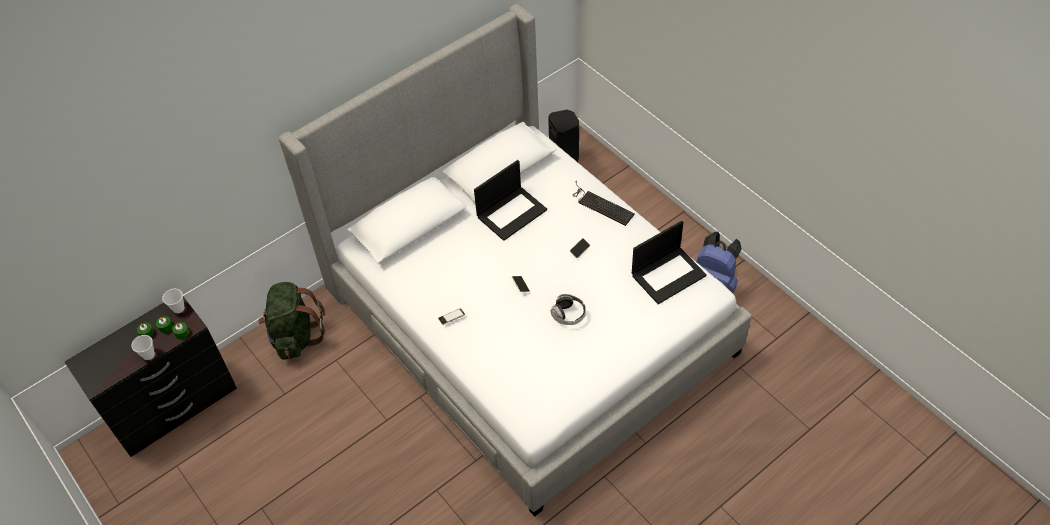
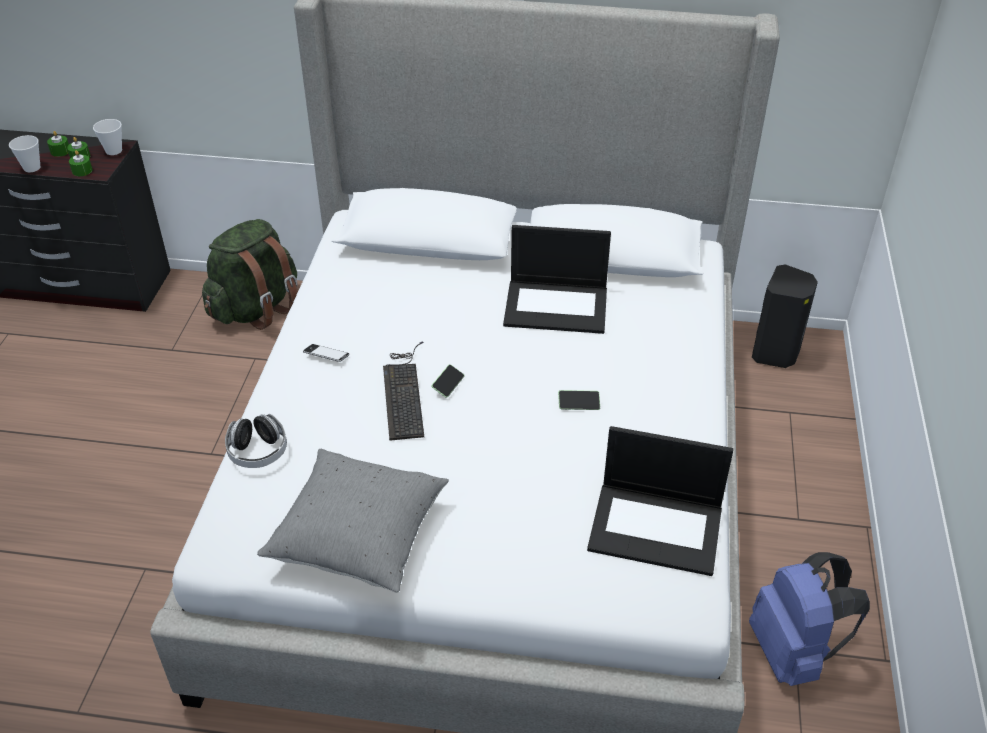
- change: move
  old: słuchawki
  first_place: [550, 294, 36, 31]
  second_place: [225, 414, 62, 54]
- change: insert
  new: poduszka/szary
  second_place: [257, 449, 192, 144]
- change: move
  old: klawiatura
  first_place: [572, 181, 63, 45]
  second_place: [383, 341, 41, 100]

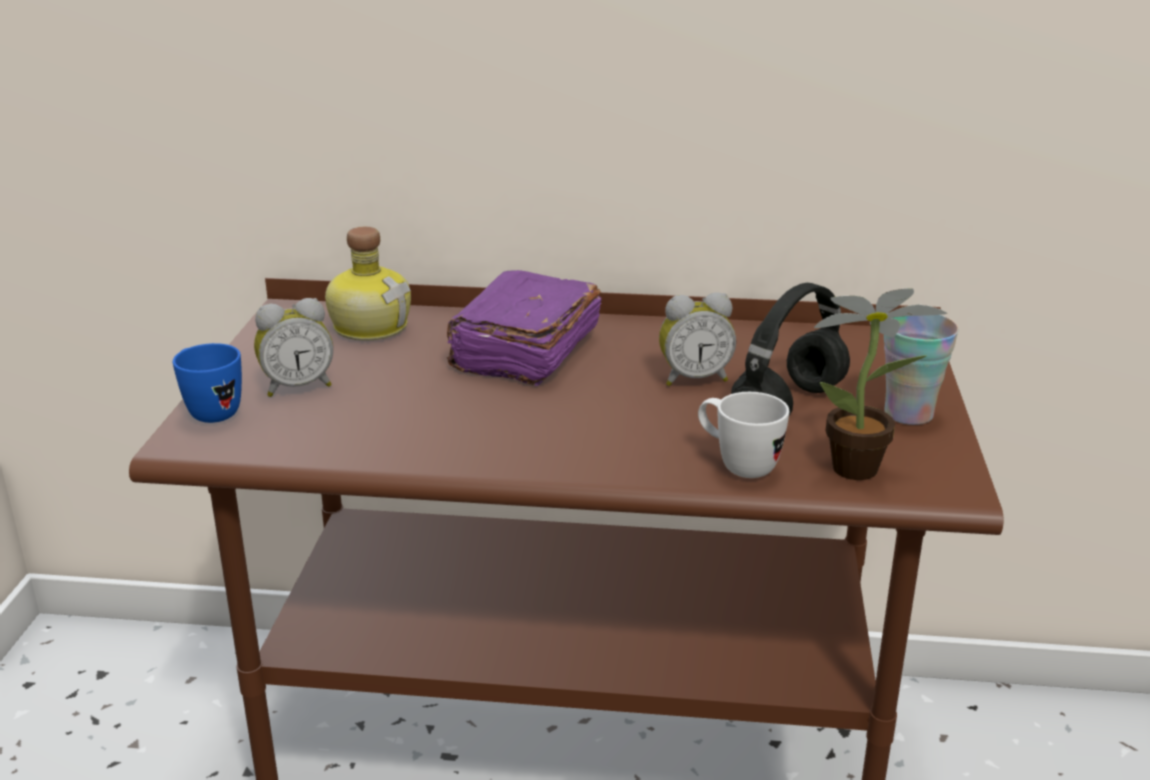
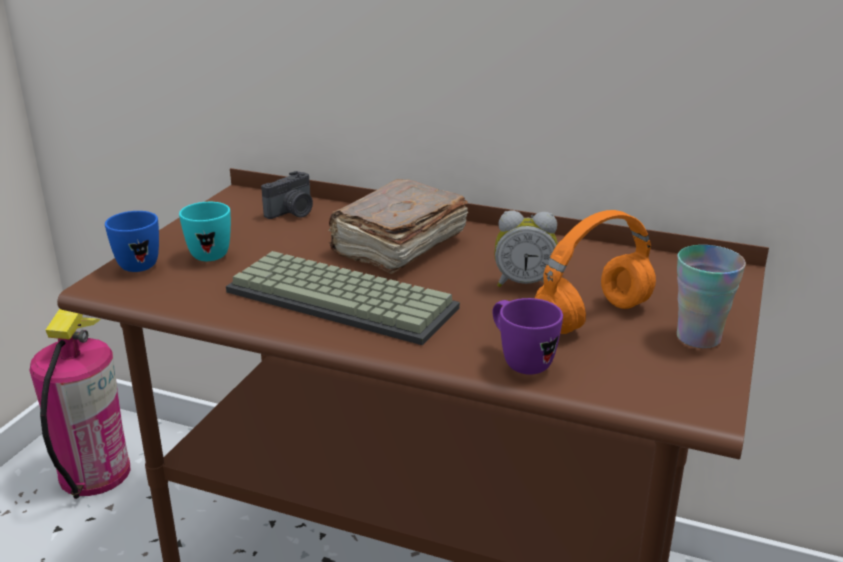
- change: insert
  new: gaśnica
  second_place: [29, 309, 101, 190]
- change: replace
  old: budzik
  new: kubek/turkusowy
  first_place: [254, 298, 79, 99]
  second_place: [179, 202, 52, 59]
- change: insert
  new: klawiatura
  second_place: [226, 251, 234, 94]
- change: replace
  old: butelka
  new: aparat fotograficzny
  first_place: [325, 227, 86, 114]
  second_place: [261, 171, 52, 48]
- change: recolor
  old: książka/fioletowy
  new: książka/brązowy
  first_place: [447, 270, 155, 116]
  second_place: [328, 179, 140, 95]
- change: recolor
  old: kubek/biały
  new: kubek/fioletowy
  first_place: [698, 392, 91, 86]
  second_place: [492, 298, 71, 77]
- change: recolor
  old: słuchawki/czarny
  new: słuchawki/pomarańczowy
  first_place: [731, 283, 119, 133]
  second_place: [535, 210, 121, 124]
- change: delete
  old: roślina doniczkowa
  first_place: [814, 288, 134, 192]

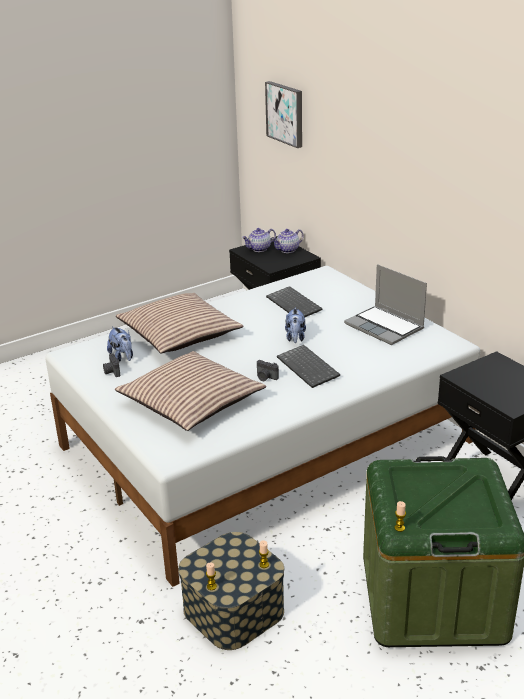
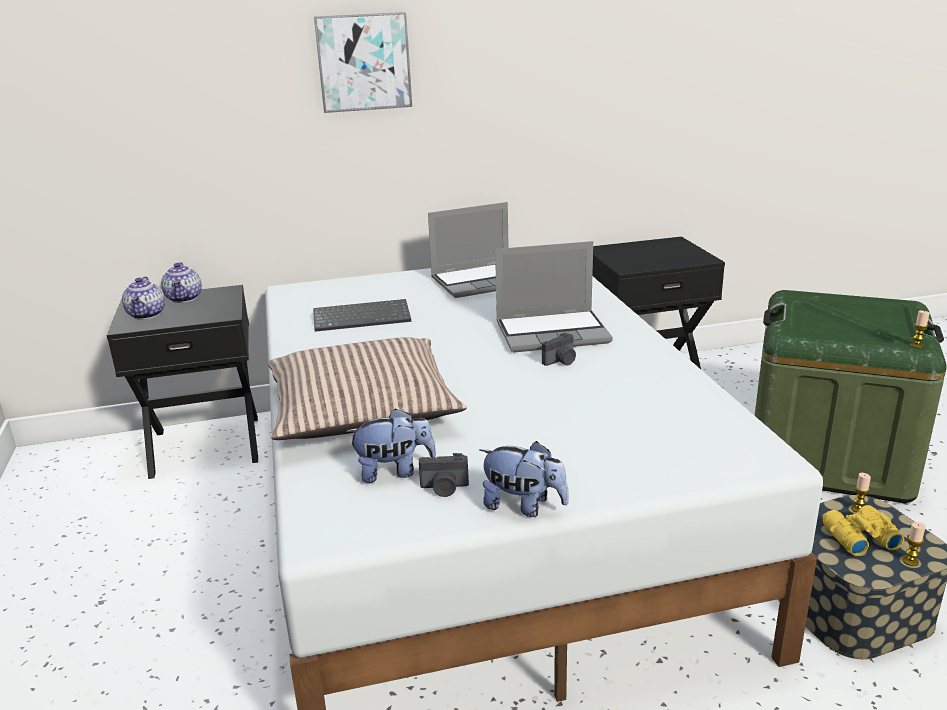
- change: move
  old: obraz
  first_place: [265, 81, 37, 67]
  second_place: [314, 12, 98, 101]
- change: move
  old: pluszak
  first_place: [285, 307, 21, 36]
  second_place: [480, 441, 89, 76]
- change: replace
  old: klawiatura
  new: laptop
  first_place: [277, 345, 63, 43]
  second_place: [495, 241, 118, 111]
- change: insert
  new: lornetka/żółty
  second_place: [822, 505, 82, 51]
- change: delete
  old: poduszka
  first_place: [115, 351, 151, 80]

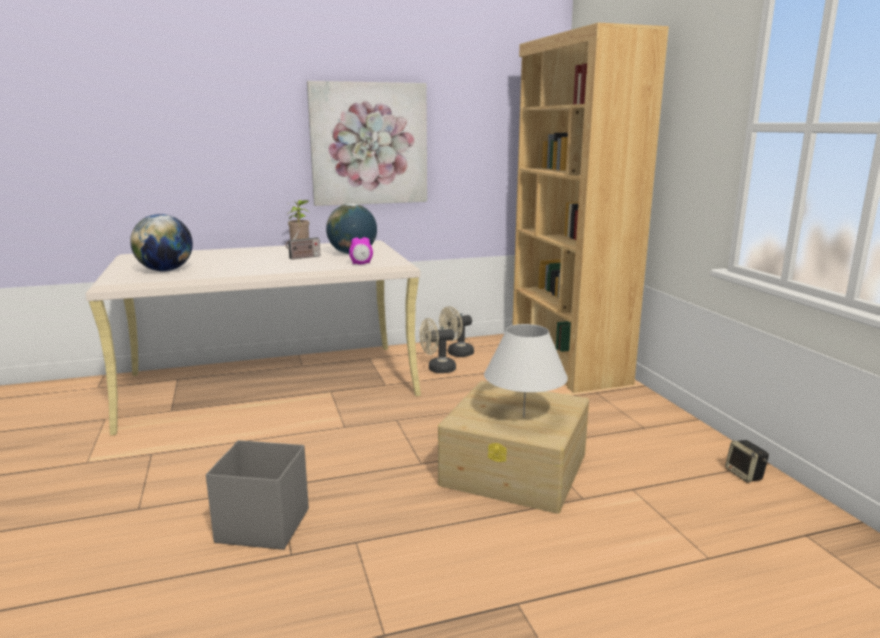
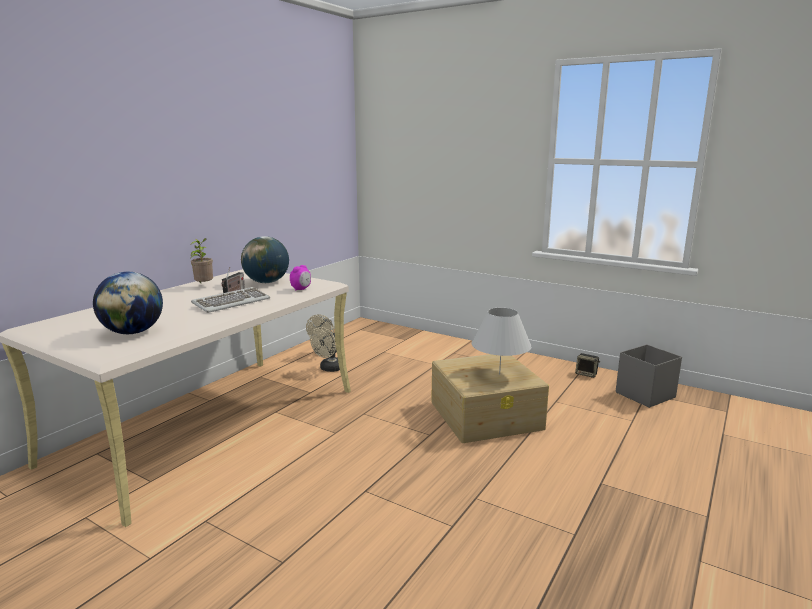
- change: insert
  new: klawiatura
  second_place: [191, 287, 79, 26]
- change: move
  old: pojemnik do przechowywania/szary
  first_place: [206, 440, 103, 110]
  second_place: [616, 344, 66, 64]
- change: delete
  old: obraz
  first_place: [307, 81, 120, 125]
- change: delete
  old: regał/brązowy
  first_place: [512, 23, 157, 370]

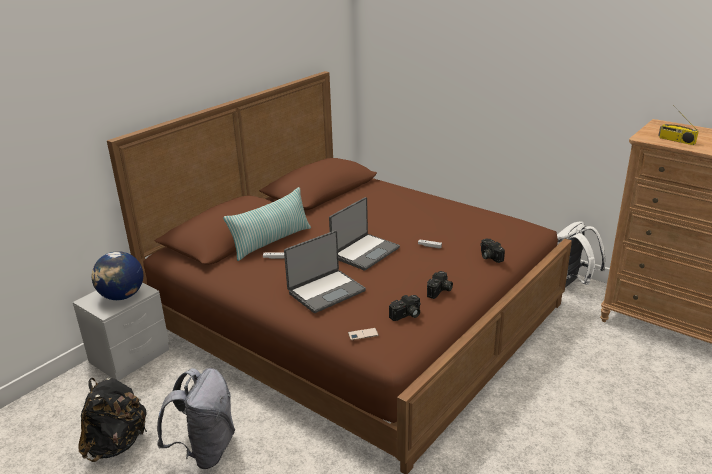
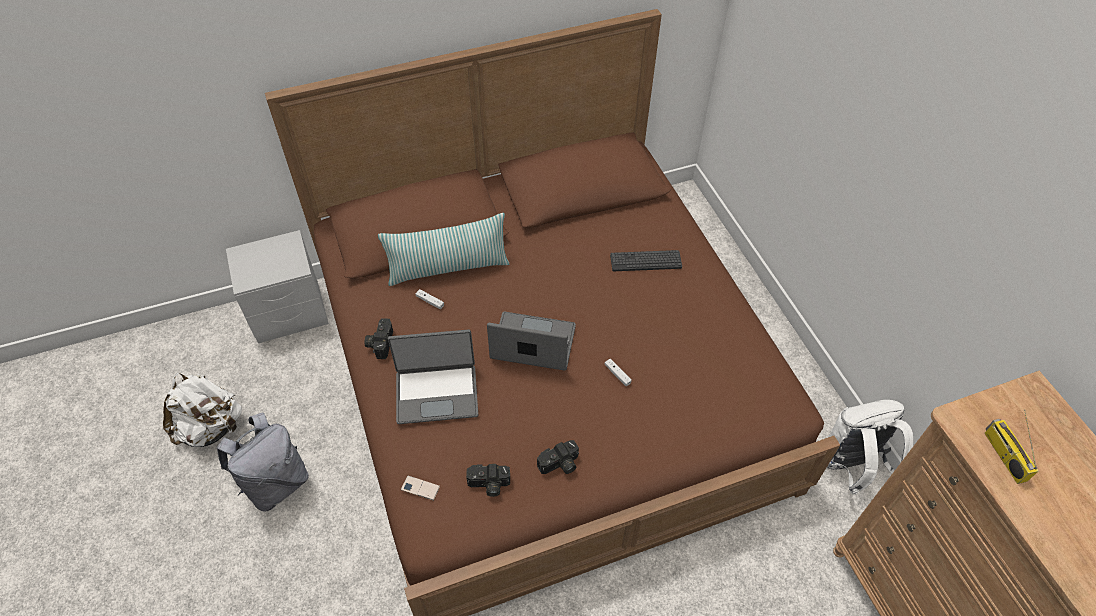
- change: recolor
  old: plecak/czarny
  new: plecak/biały
  first_place: [78, 378, 69, 84]
  second_place: [163, 373, 79, 74]
- change: move
  old: aparat fotograficzny
  first_place: [480, 238, 25, 25]
  second_place: [365, 318, 28, 41]
- change: rotate
  old: laptop
  first_place: [329, 197, 71, 74]
  second_place: [487, 312, 89, 59]
  degrees: -150
- change: insert
  new: klawiatura
  second_place: [610, 250, 72, 21]
- change: delete
  old: globus
  first_place: [91, 251, 52, 49]

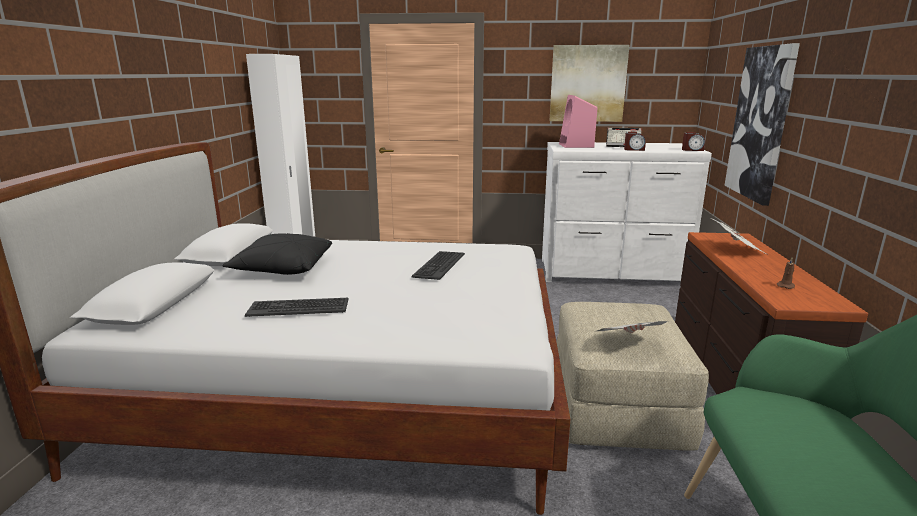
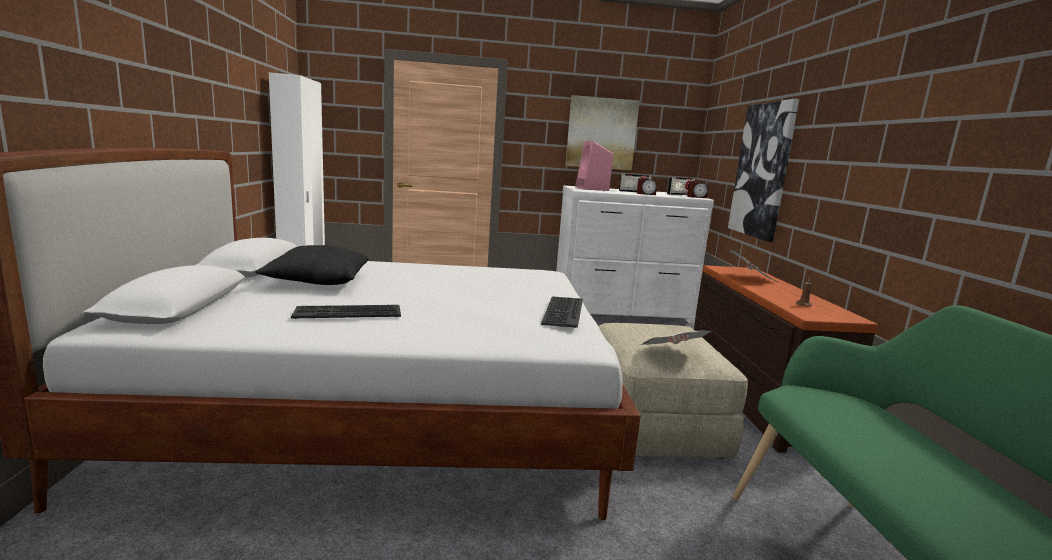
- change: move
  old: klawiatura
  first_place: [412, 251, 53, 29]
  second_place: [541, 297, 42, 31]
- change: insert
  new: radio
  second_place: [667, 177, 28, 18]

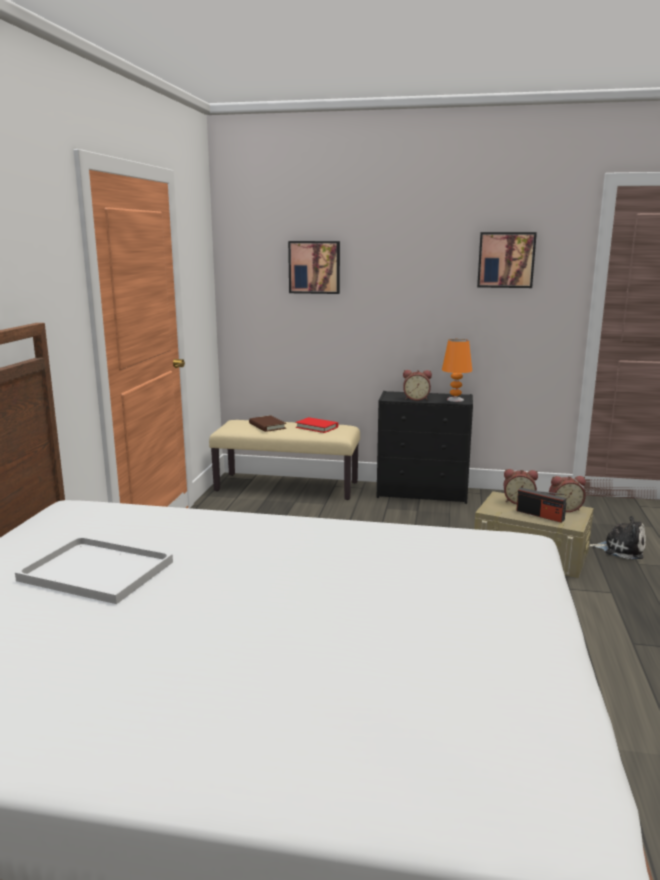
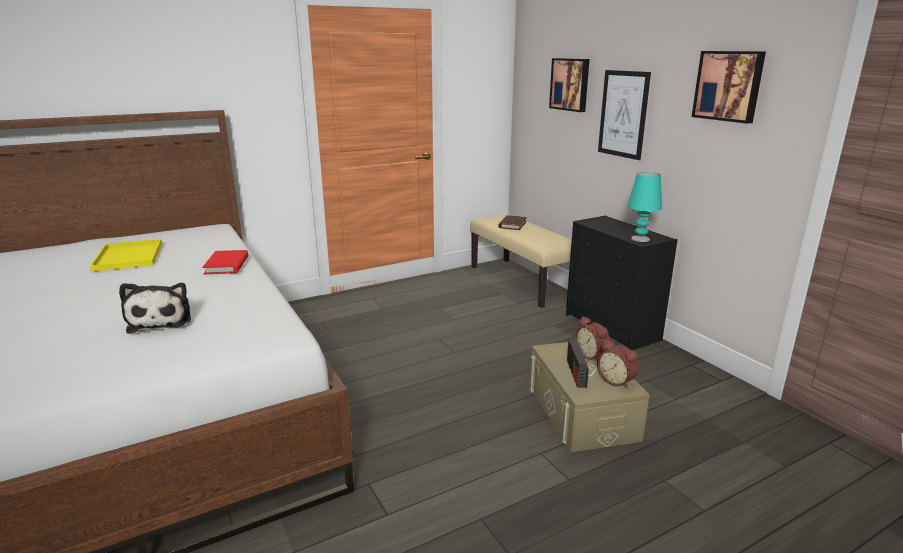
- change: recolor
  old: taca/biały
  new: taca/żółty
  first_place: [15, 536, 158, 68]
  second_place: [90, 239, 72, 33]
- change: move
  old: pluszak
  first_place: [589, 516, 57, 43]
  second_place: [119, 283, 72, 51]
- change: move
  old: książka/czerwony
  first_place: [295, 417, 43, 16]
  second_place: [202, 250, 46, 24]
- change: insert
  new: obraz
  second_place: [598, 70, 53, 90]
- change: recolor
  old: lampa stołowa/pomarańczowy
  new: lampa stołowa/turkusowy
  first_place: [442, 339, 30, 63]
  second_place: [627, 172, 35, 70]
- change: delete
  old: budzik
  first_place: [403, 370, 29, 31]

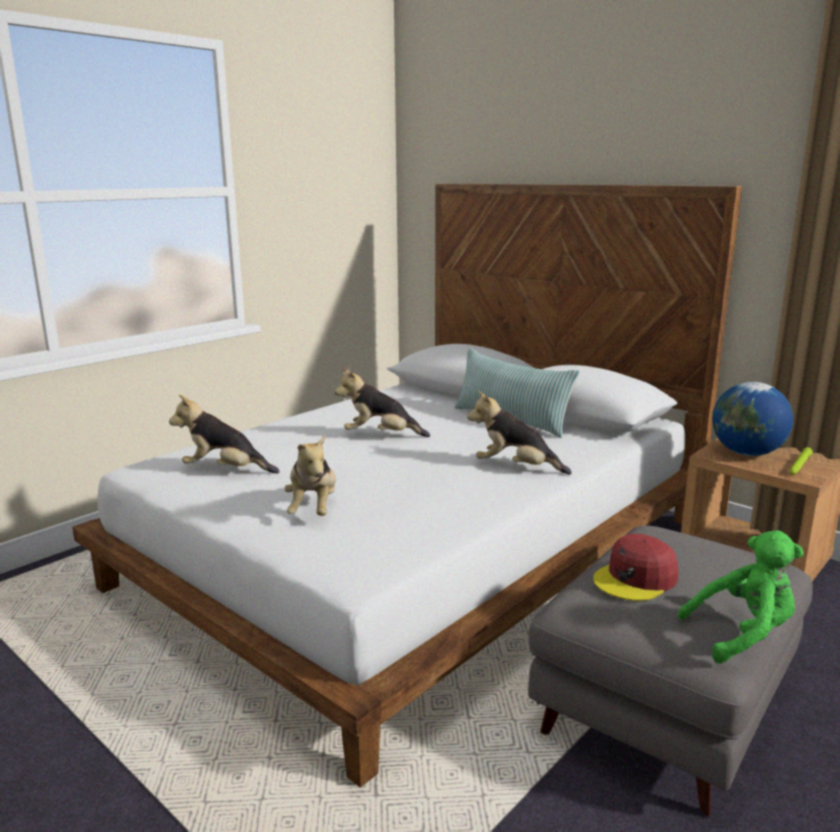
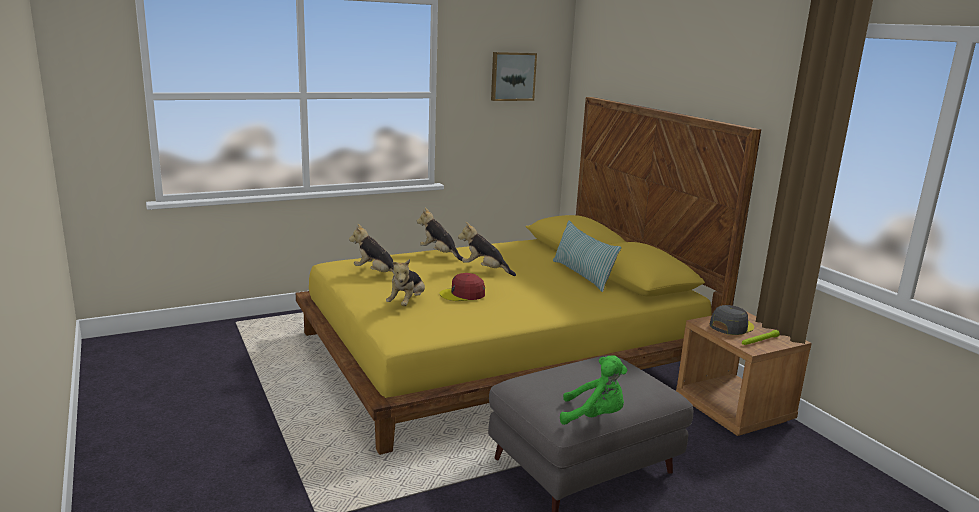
- change: recolor
  old: łóżko/biały
  new: łóżko/żółty
  first_place: [72, 184, 670, 603]
  second_place: [296, 97, 465, 358]
- change: move
  old: pluszak
  first_place: [467, 391, 105, 83]
  second_place: [417, 208, 46, 53]
- change: move
  old: czapka z daszkiem/czerwony
  first_place: [593, 534, 85, 67]
  second_place: [439, 273, 46, 28]
- change: insert
  new: obraz
  second_place: [491, 52, 46, 49]
- change: replace
  old: globus
  new: czapka z daszkiem/szary
  first_place: [712, 382, 81, 74]
  second_place: [710, 305, 44, 30]

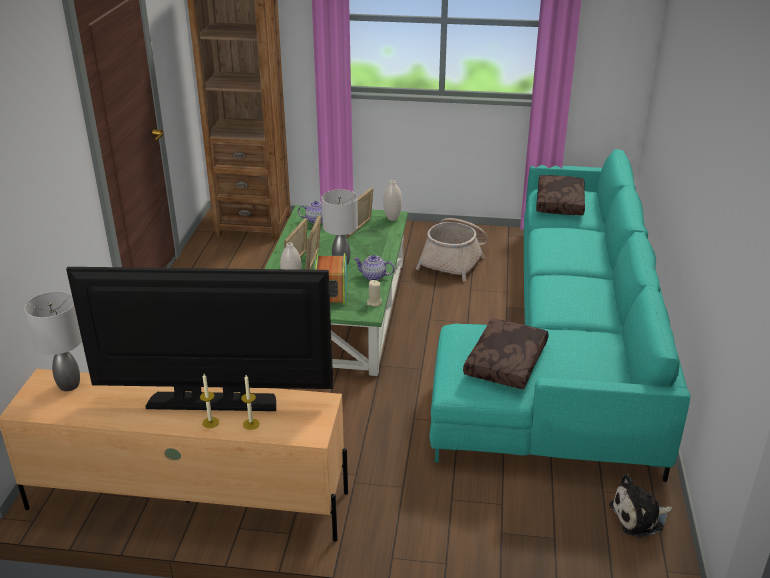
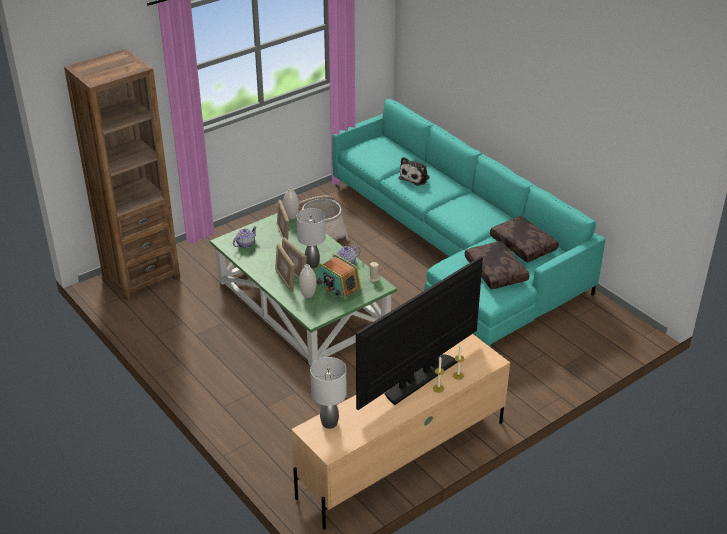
- change: move
  old: pluszak
  first_place: [609, 474, 63, 63]
  second_place: [398, 157, 32, 28]
- change: move
  old: poduszka/brązowy
  first_place: [536, 175, 49, 40]
  second_place: [490, 216, 69, 47]

